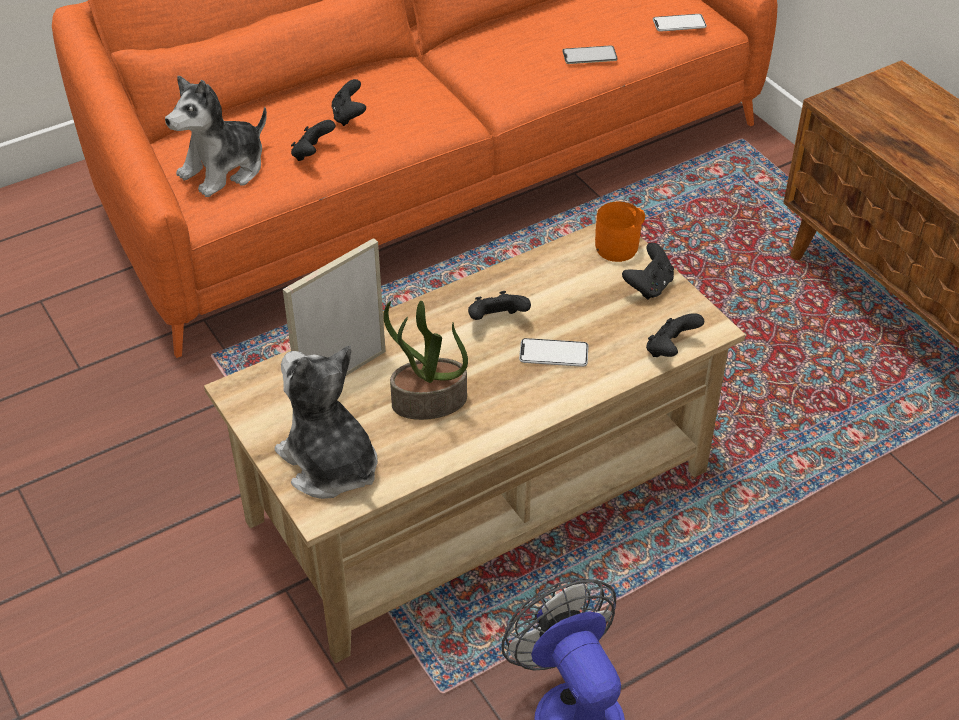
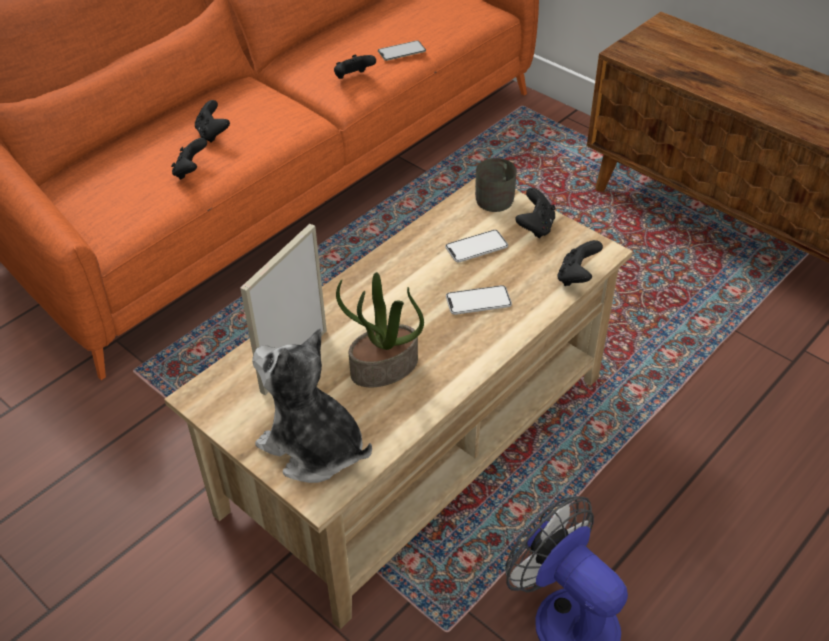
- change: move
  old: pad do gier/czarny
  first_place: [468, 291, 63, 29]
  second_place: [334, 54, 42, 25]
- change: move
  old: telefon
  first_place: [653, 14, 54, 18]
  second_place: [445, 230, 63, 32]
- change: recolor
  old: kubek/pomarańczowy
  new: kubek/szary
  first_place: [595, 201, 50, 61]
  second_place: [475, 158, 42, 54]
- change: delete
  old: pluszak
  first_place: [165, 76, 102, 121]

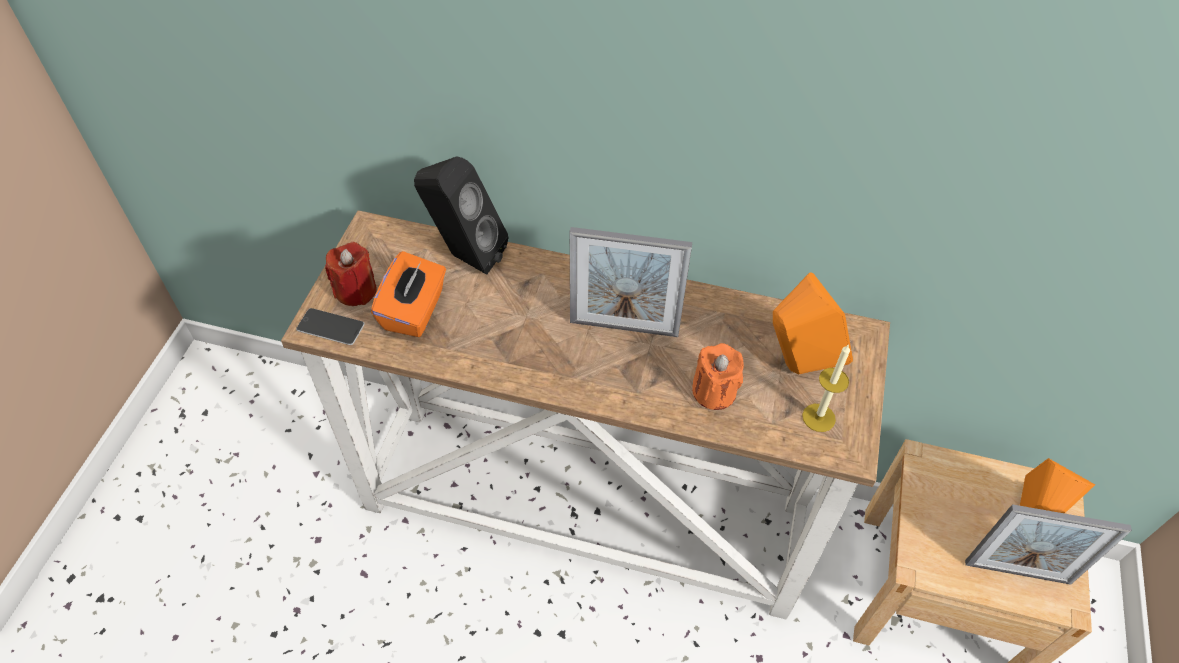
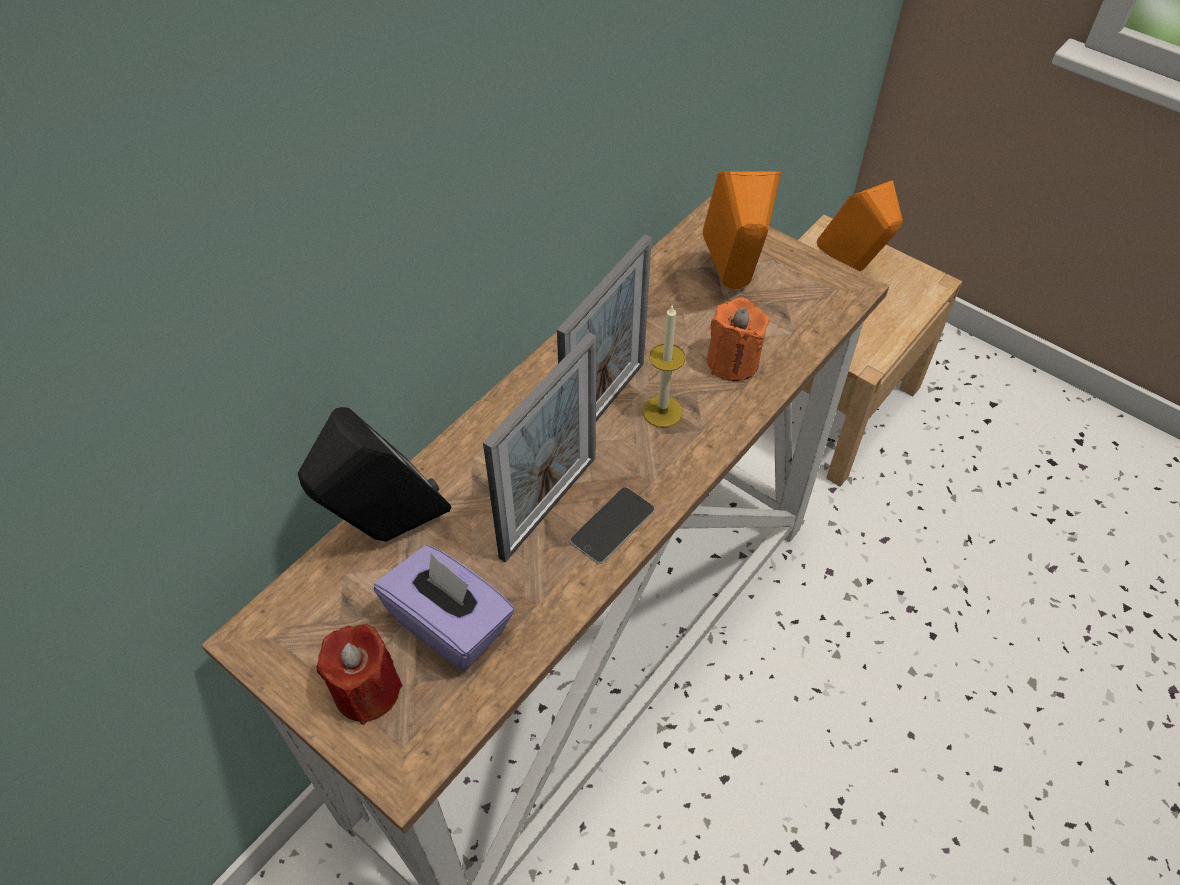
- change: recolor
  old: pudełko chusteczek/pomarańczowy
  new: pudełko chusteczek/fioletowy
  first_place: [371, 251, 75, 86]
  second_place: [374, 545, 141, 126]
- change: move
  old: ramka na zdjęcie
  first_place: [965, 504, 167, 81]
  second_place: [483, 332, 113, 230]
- change: move
  old: telefon
  first_place: [296, 308, 68, 37]
  second_place: [570, 487, 85, 77]
- change: move
  old: świeca
  first_place: [802, 344, 48, 88]
  second_place: [643, 306, 43, 121]

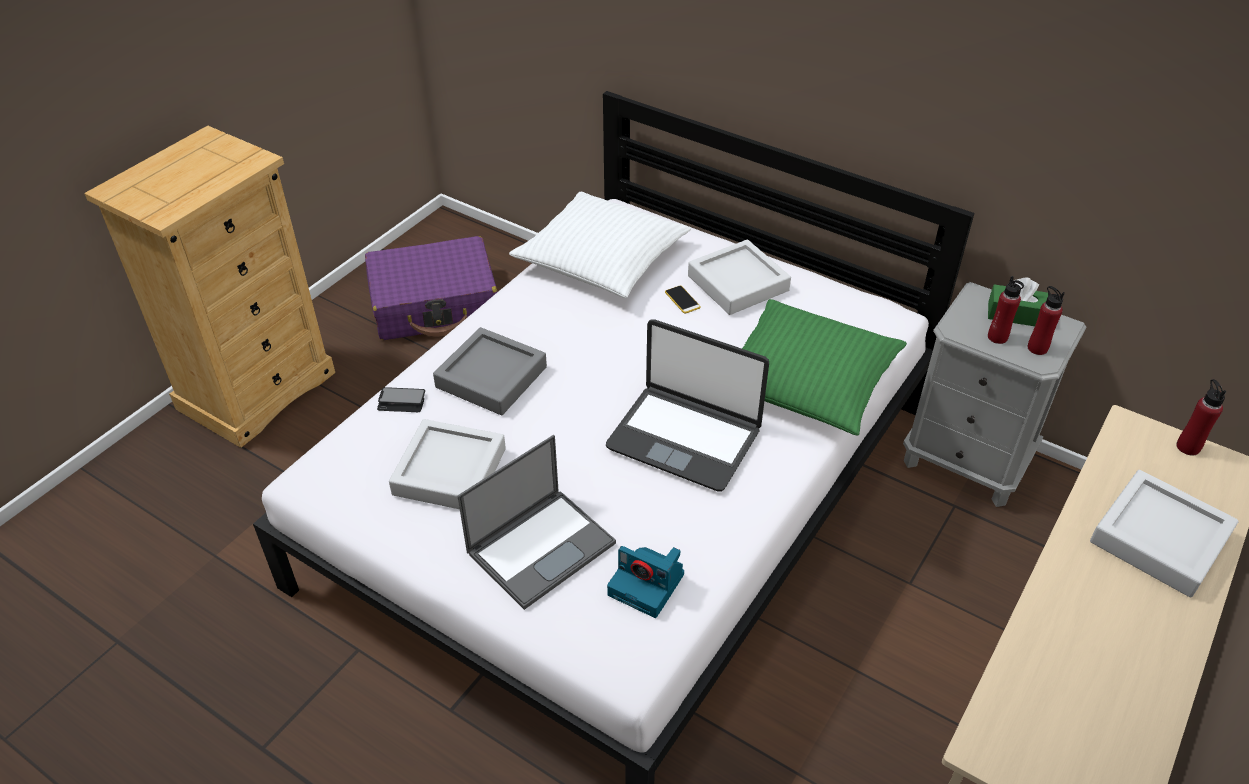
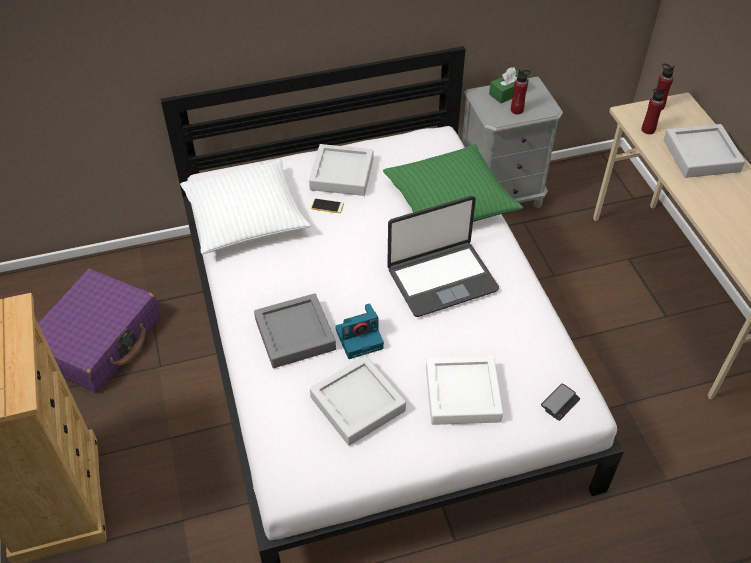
- change: move
  old: aparat fotograficzny
  first_place: [607, 546, 77, 72]
  second_place: [335, 303, 49, 56]
- change: replace
  old: laptop
  new: taca/biały
  first_place: [457, 435, 159, 175]
  second_place: [426, 356, 77, 69]
- change: move
  old: telefon
  first_place: [377, 387, 48, 25]
  second_place: [541, 384, 39, 37]
- change: move
  old: butelka/czerwony
  first_place: [1027, 286, 38, 69]
  second_place: [642, 88, 23, 46]

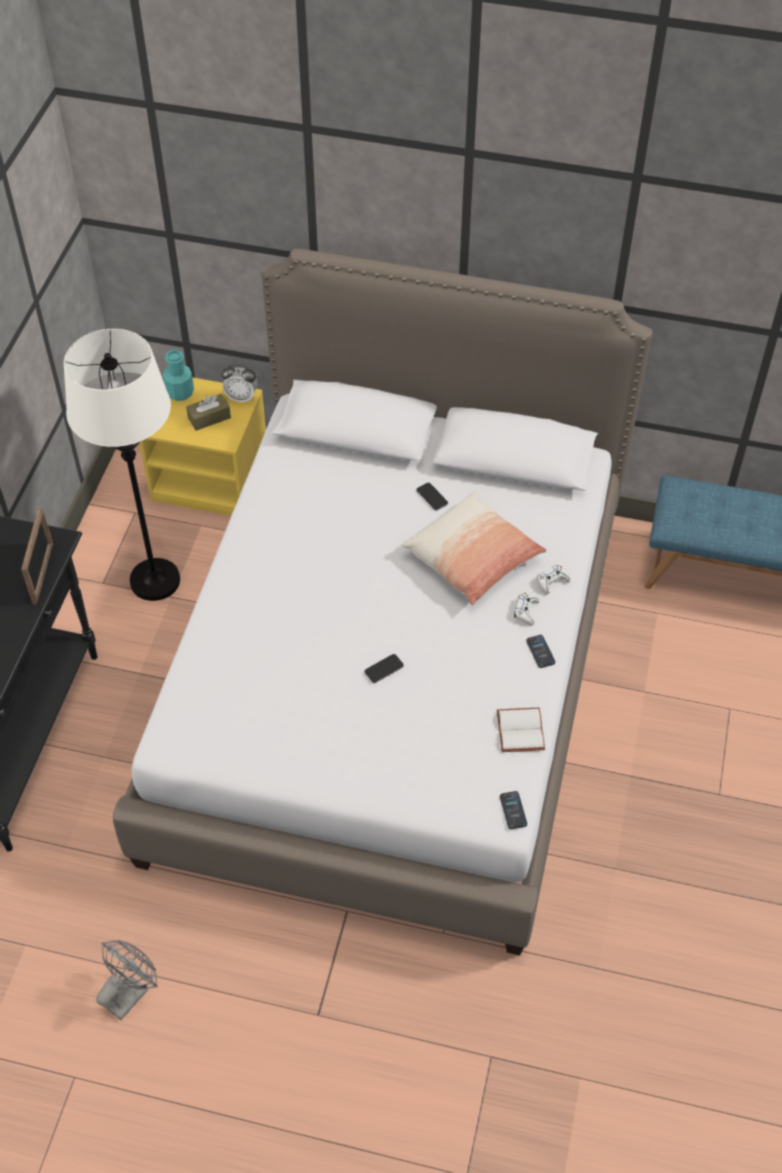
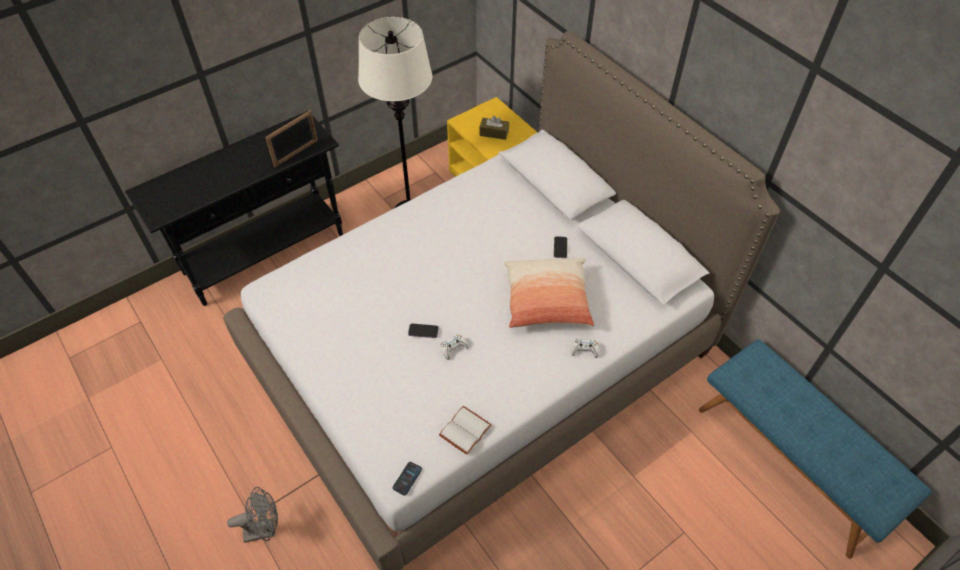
- change: move
  old: wentylator/szary
  first_place: [96, 940, 61, 80]
  second_place: [227, 487, 51, 56]
- change: move
  old: pad do gier/biały
  first_place: [514, 593, 25, 33]
  second_place: [441, 334, 28, 26]
- change: delete
  old: butelka/turkusowy
  first_place: [163, 350, 31, 51]
- change: delete
  old: budzik
  first_place: [222, 364, 35, 39]
- change: delete
  old: telefon
  first_place: [526, 635, 29, 33]

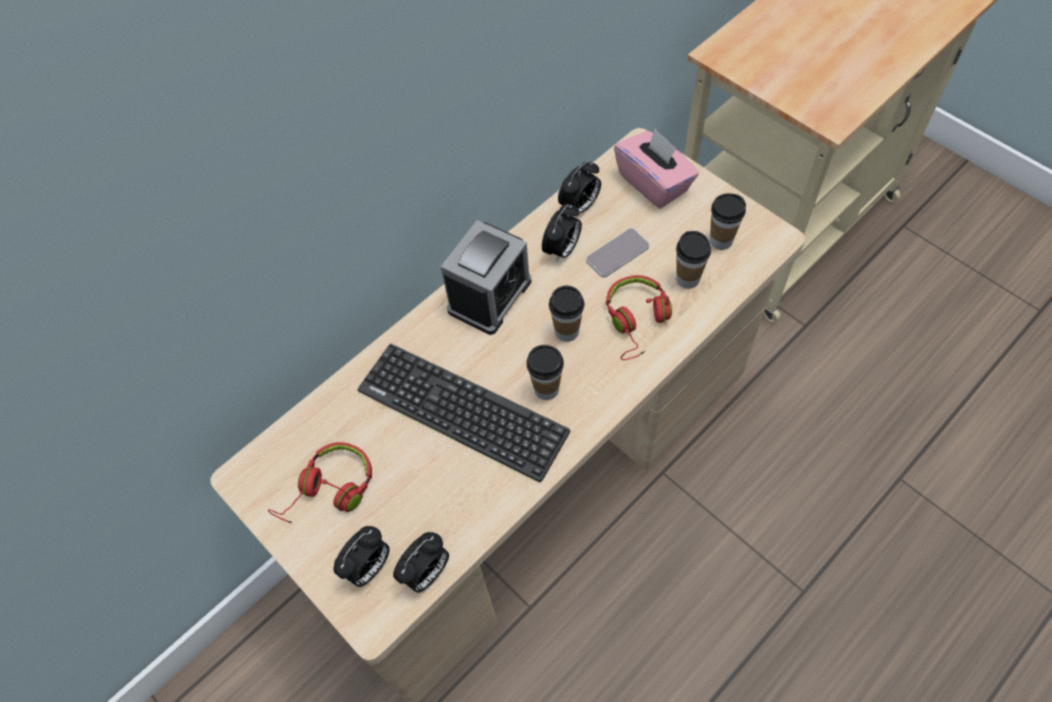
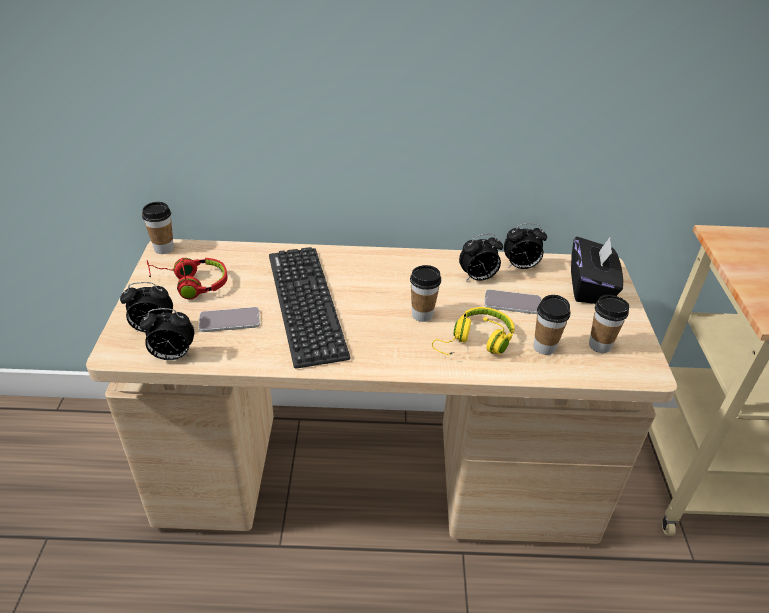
- change: move
  old: filiżanka
  first_place: [527, 345, 37, 55]
  second_place: [142, 202, 32, 52]
- change: insert
  new: telefon
  second_place: [199, 307, 61, 25]
- change: recolor
  old: słuchawki/czerwony
  new: słuchawki/żółty
  first_place: [606, 275, 66, 85]
  second_place: [432, 307, 83, 48]
- change: recolor
  old: pudełko chusteczek/różowy
  new: pudełko chusteczek/czarny
  first_place: [614, 129, 85, 80]
  second_place: [571, 236, 52, 68]
- change: delete
  old: budzik
  first_place: [441, 220, 90, 115]

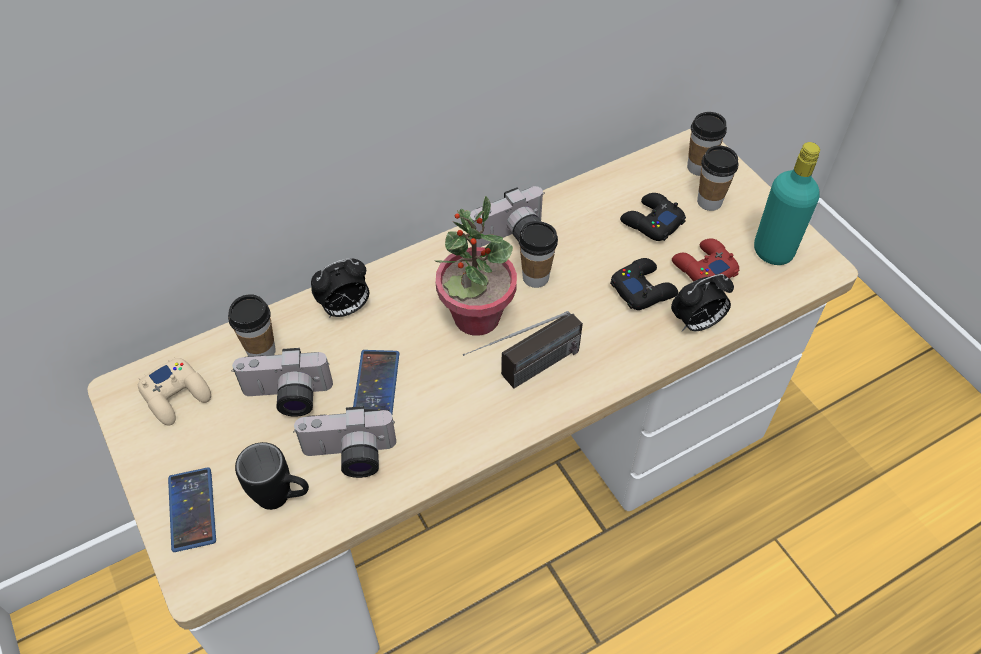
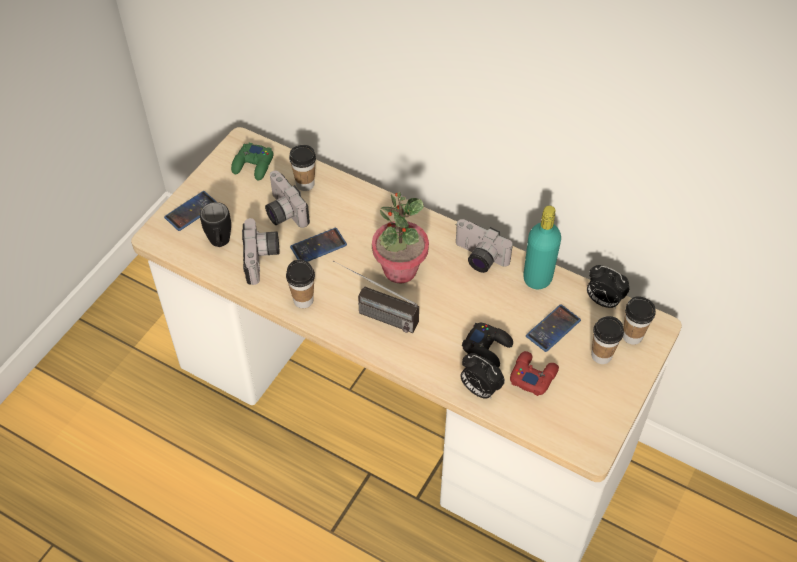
- change: recolor
  old: pad do gier/beżowy
  new: pad do gier/zielony
  first_place: [138, 357, 73, 69]
  second_place: [231, 143, 42, 38]
- change: rotate
  old: aparat fotograficzny
  first_place: [293, 406, 103, 72]
  second_place: [242, 218, 37, 67]
  degrees: -150
- change: move
  old: filiżanka
  first_place: [518, 221, 40, 67]
  second_place: [286, 260, 29, 48]
- change: move
  old: butelka/turkusowy
  first_place: [754, 142, 66, 123]
  second_place: [523, 206, 38, 83]
- change: replace
  old: pad do gier/czarny
  new: telefon
  first_place: [620, 193, 66, 48]
  second_place: [526, 305, 55, 47]
- change: move
  old: budzik
  first_place: [311, 258, 58, 60]
  second_place: [587, 265, 42, 44]

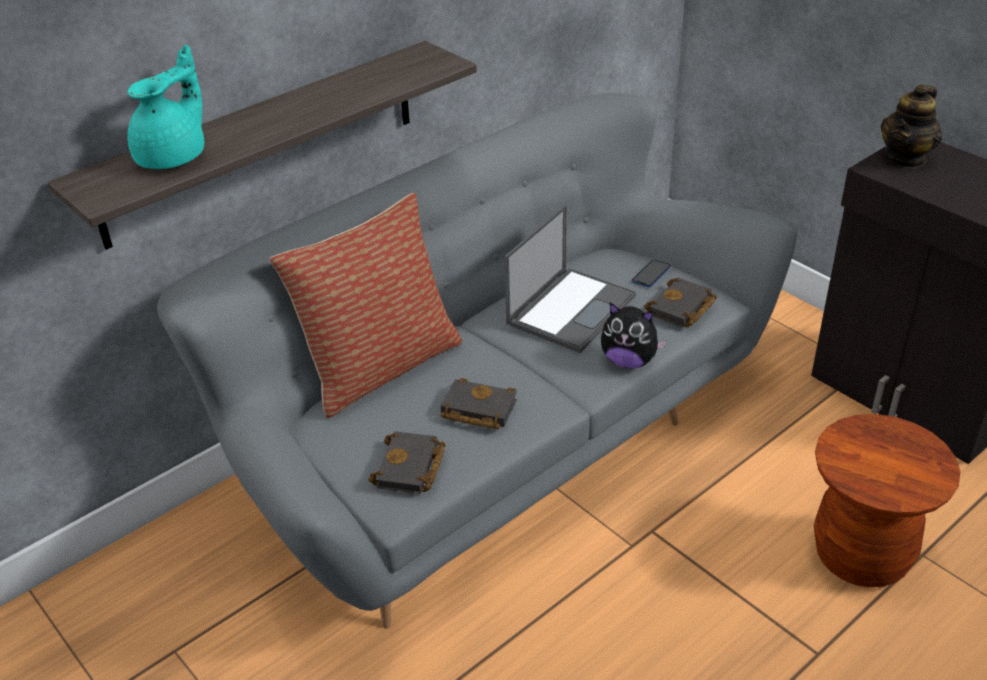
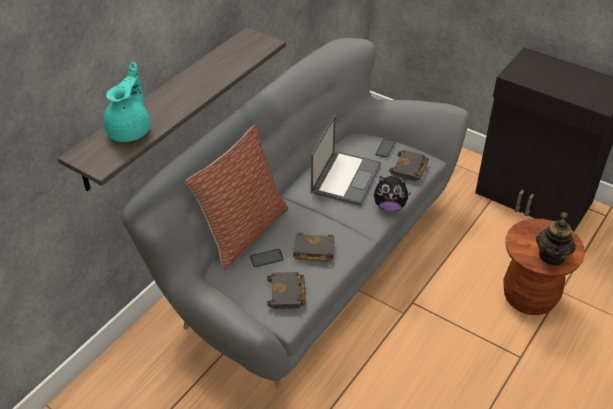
- change: insert
  new: telefon
  second_place: [250, 249, 34, 18]
- change: move
  old: imbryk
  first_place: [881, 84, 61, 85]
  second_place: [536, 212, 40, 54]

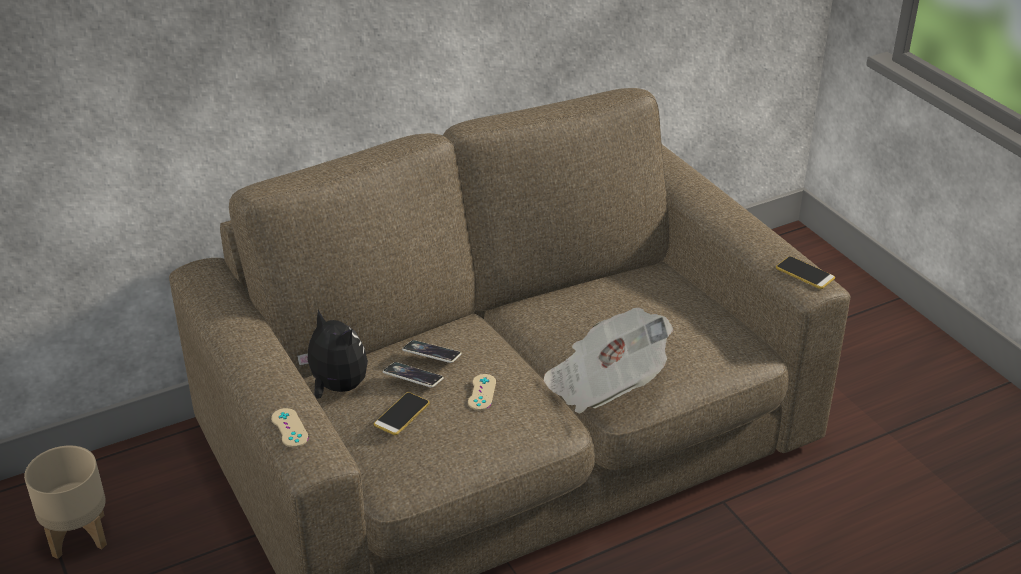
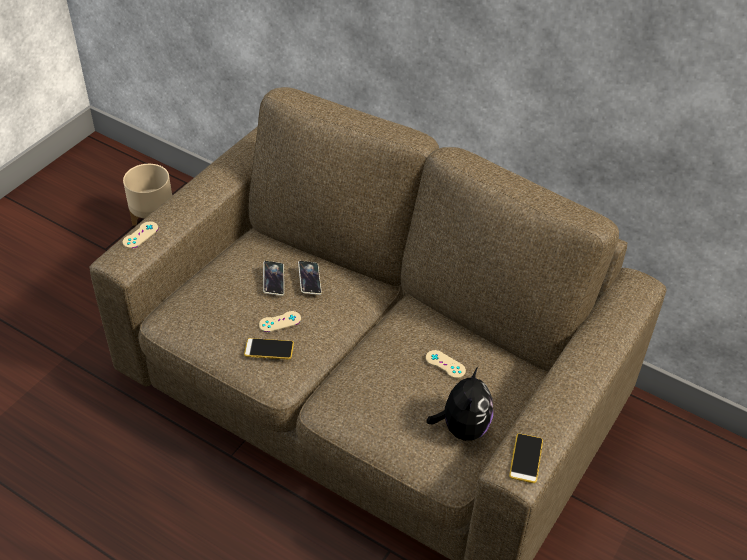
- change: move
  old: telefon
  first_place: [374, 392, 56, 43]
  second_place: [244, 338, 50, 22]
- change: insert
  new: pad do gier/beżowy
  second_place: [426, 350, 40, 28]
- change: move
  old: pluszak
  first_place: [297, 310, 71, 89]
  second_place: [426, 367, 67, 74]
- change: delete
  old: gazeta
  first_place: [544, 308, 129, 106]

